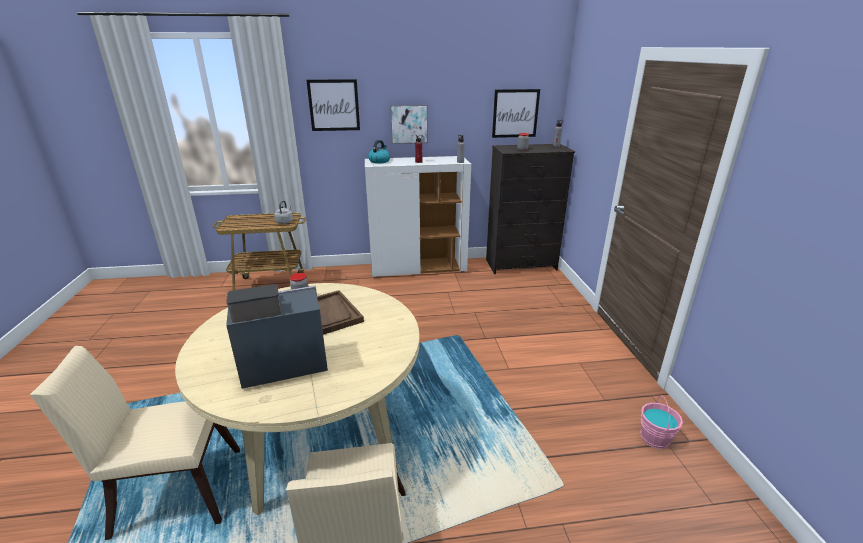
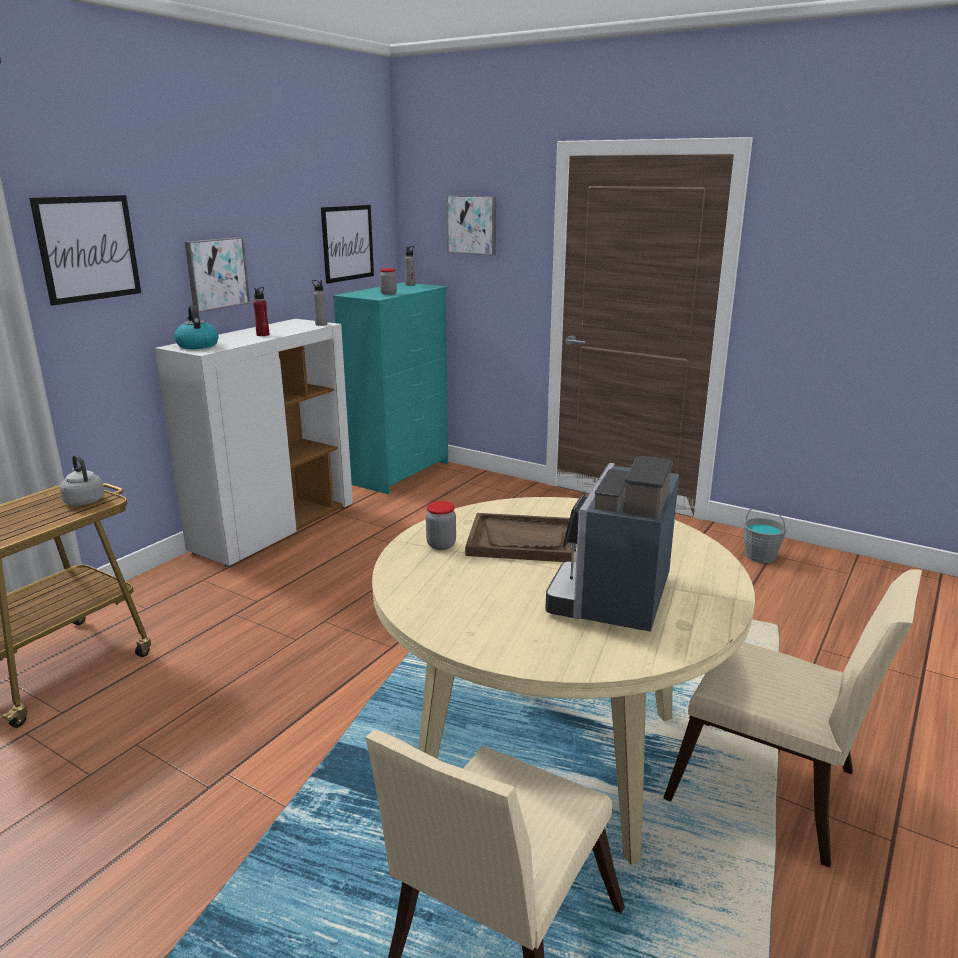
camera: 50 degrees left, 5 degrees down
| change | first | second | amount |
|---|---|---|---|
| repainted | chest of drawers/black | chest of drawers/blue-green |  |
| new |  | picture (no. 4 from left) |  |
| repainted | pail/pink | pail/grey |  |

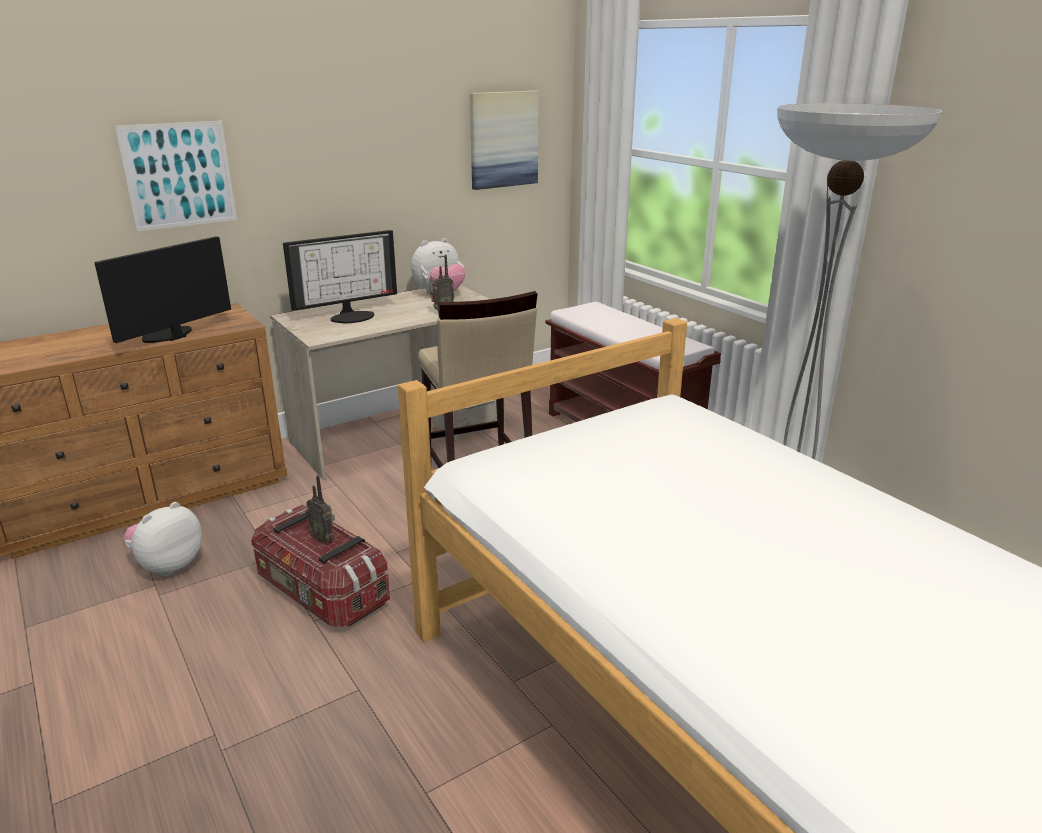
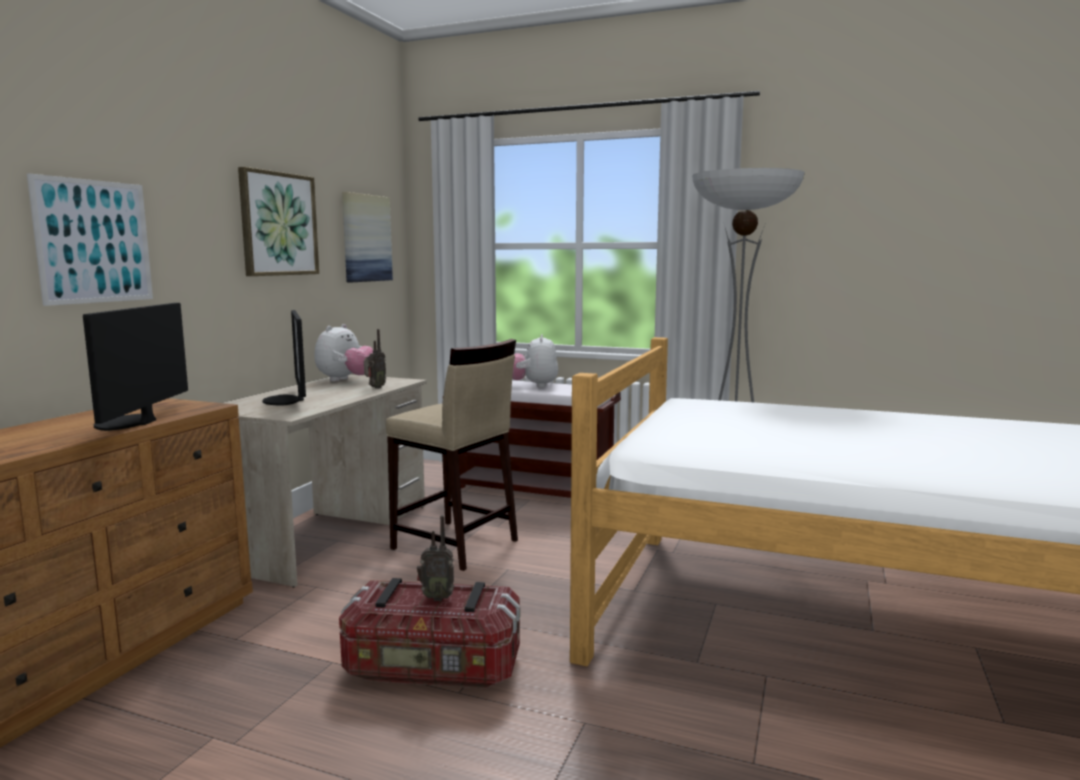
camera: 35 degrees left, 15 degrees down
| change | first | second | amount |
|---|---|---|---|
| new |  | picture (no. 2 from left) |  |
| rotated | computer display (no. 2 from left) |  | 135 degrees clockwise |
| shifted | soft toy (no. 1 from left in the first image) | soft toy (no. 2 from left) |  |

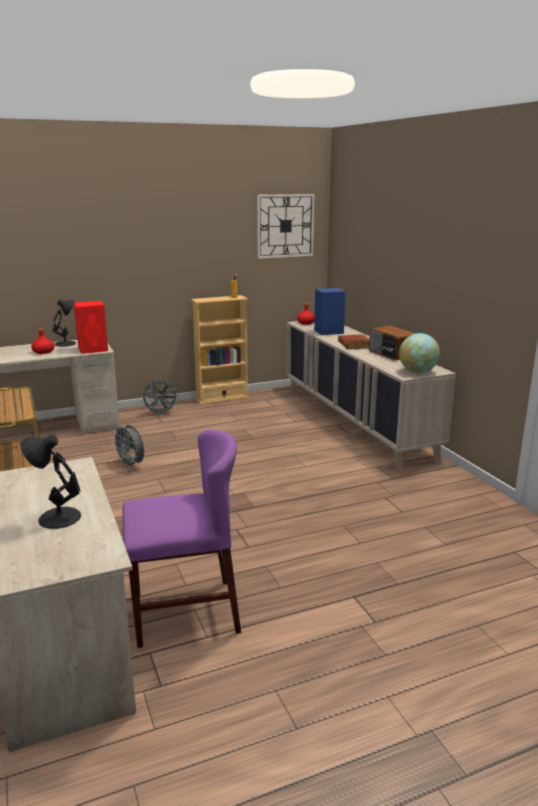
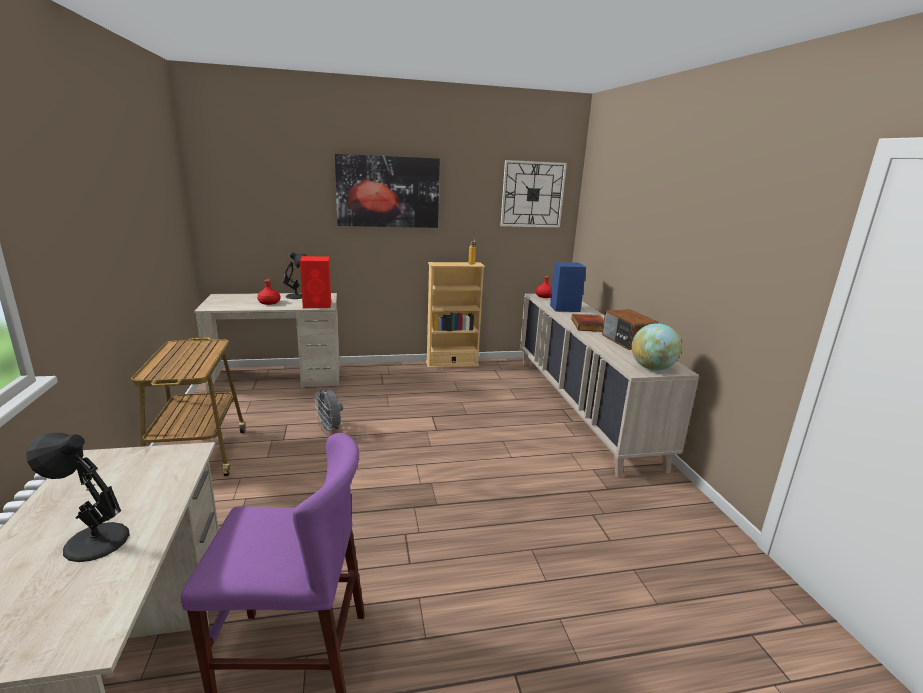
camera: 10 degrees right, 0 degrees up
| change | first | second | amount |
|---|---|---|---|
| new |  | picture |  |
| gone | electric fan/grey (no. 2 from left) |  |  |

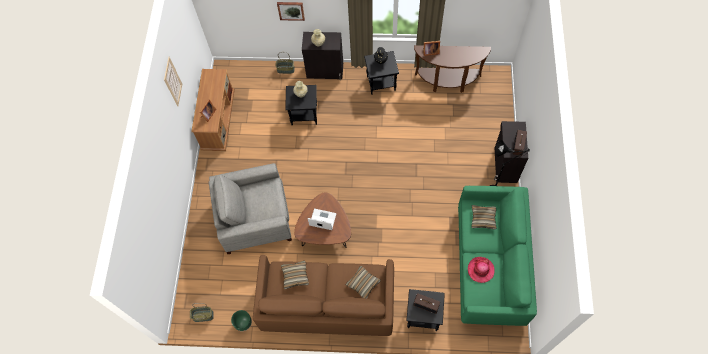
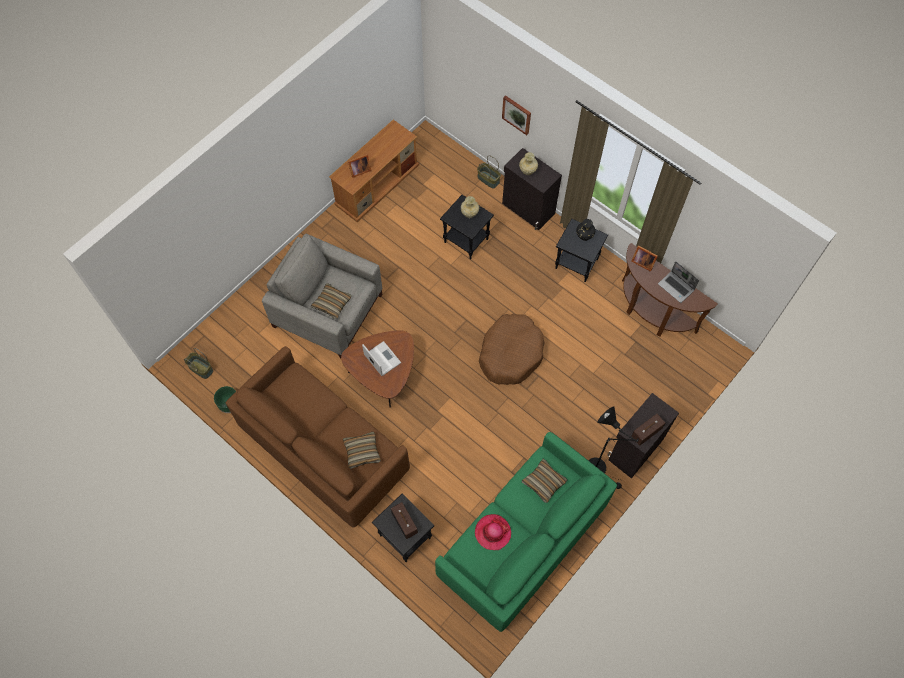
camera: 35 degrees right, 0 degrees up
| change | first | second | amount |
|---|---|---|---|
| shifted | pillow (no. 1 from left) |  |  |
| new |  | dog bed/brownish |  |
| new |  | laptop (no. 2 from left) |  |
| gone | picture (no. 1 from left) |  |  |

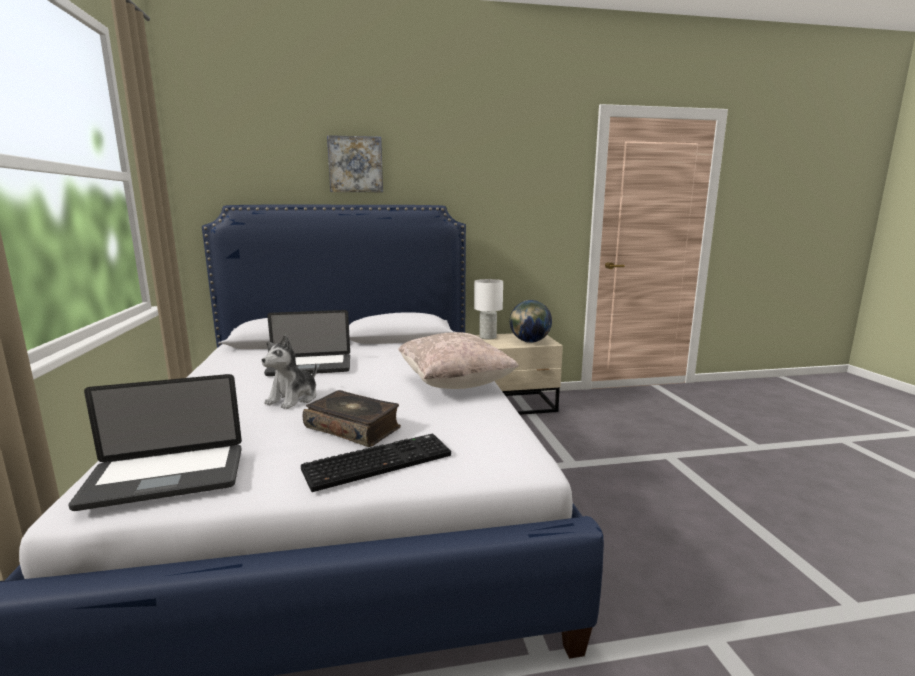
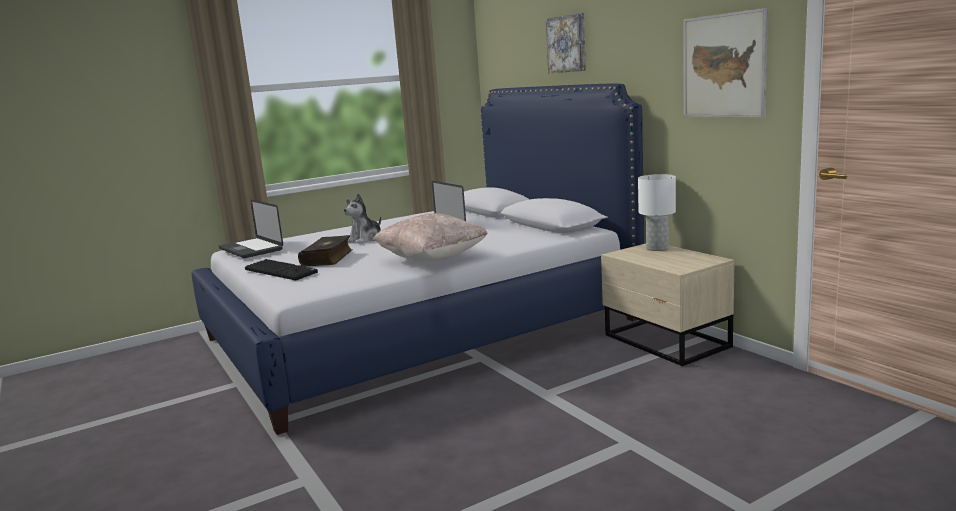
camera: 70 degrees right, 0 degrees up
| change | first | second | amount |
|---|---|---|---|
| rotated | soft toy |  | 60 degrees counterclockwise |
| new |  | picture (no. 2 from left) |  |
| gone | world globe |  |  |

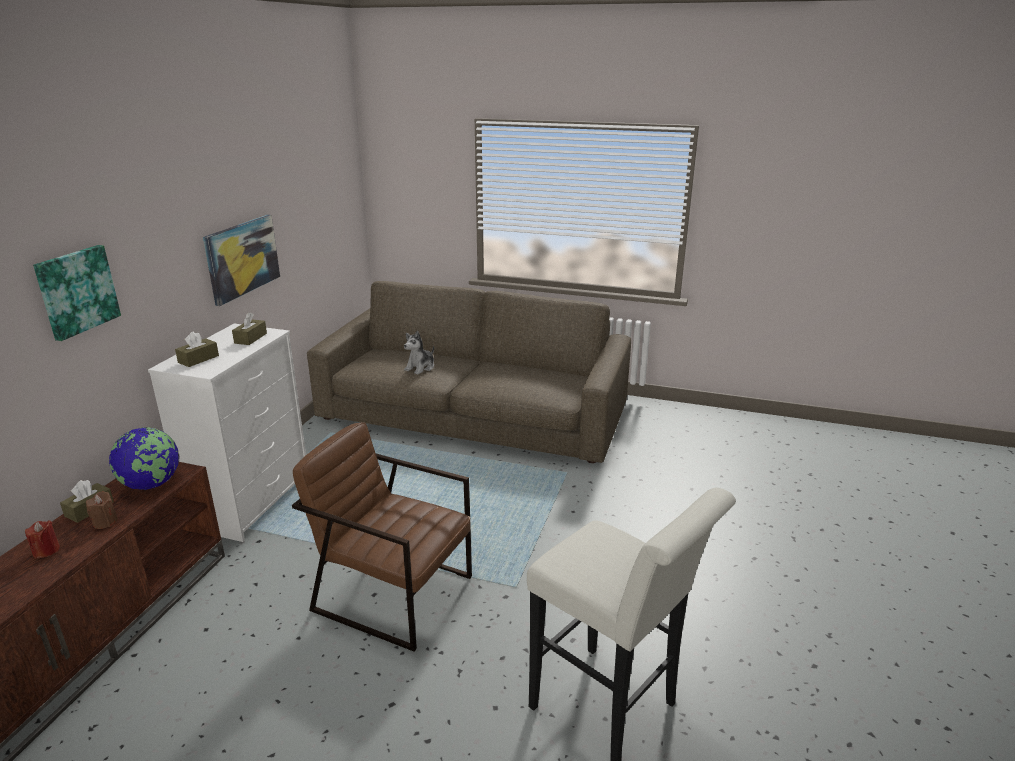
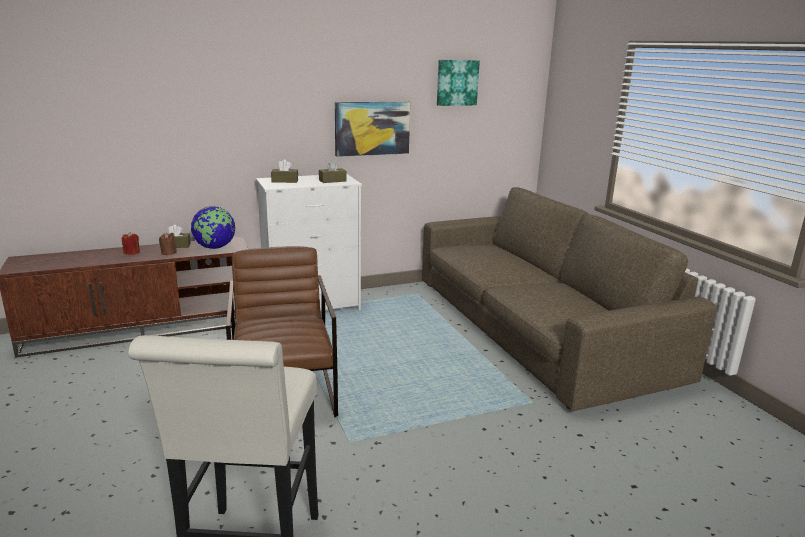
camera: 50 degrees right, 5 degrees down
| change | first | second | amount |
|---|---|---|---|
| shifted | picture (no. 1 from left in the first image) | picture (no. 2 from left) |  |
| gone | soft toy |  |  |

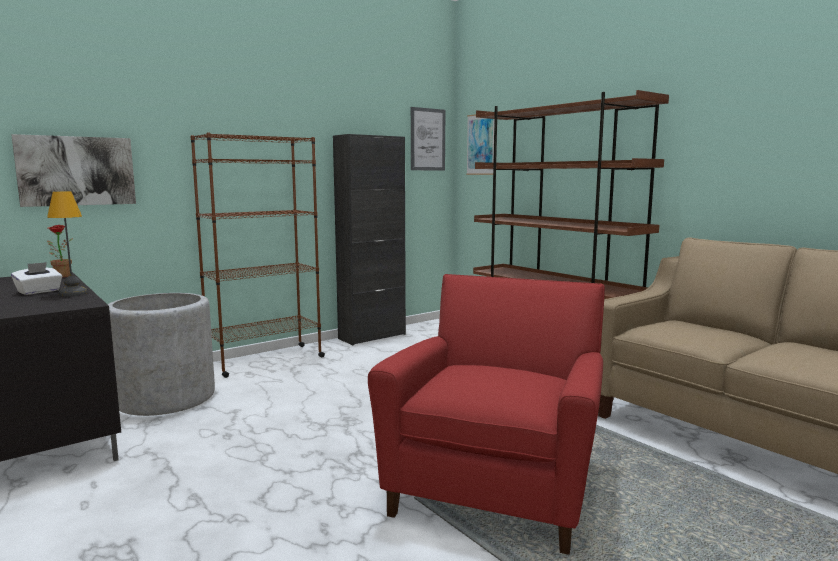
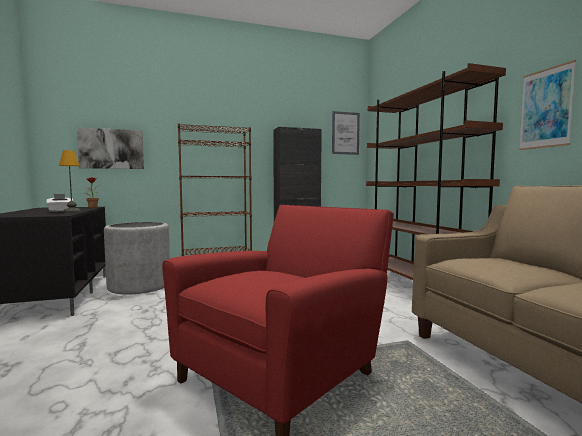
camera: 20 degrees right, 5 degrees down
| change | first | second | amount |
|---|---|---|---|
| shifted | picture (no. 3 from left) |  |  |

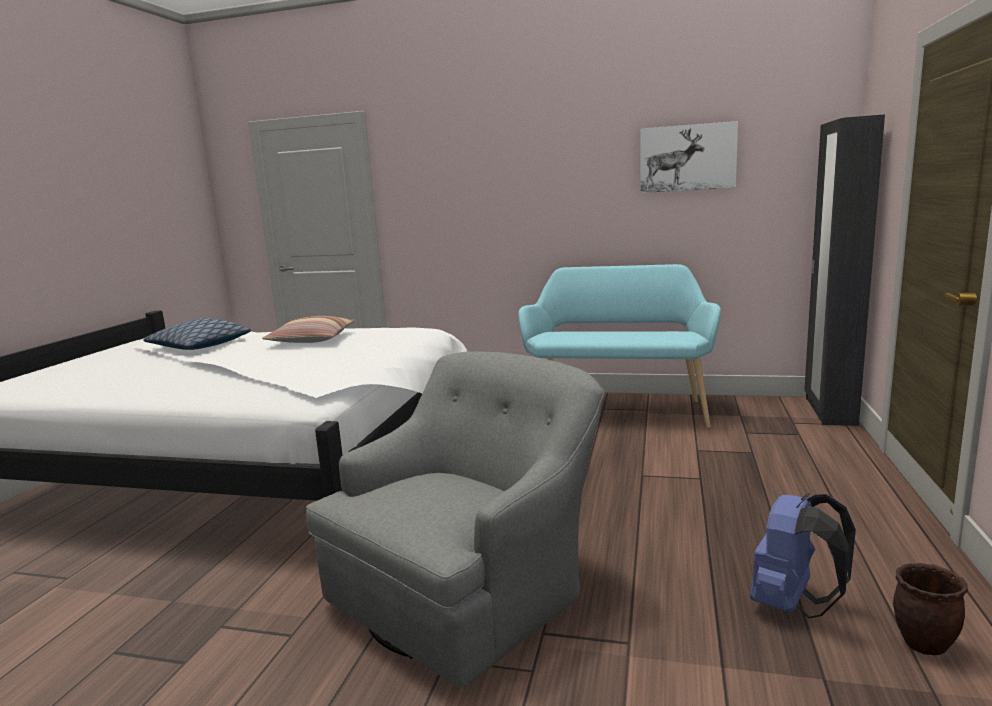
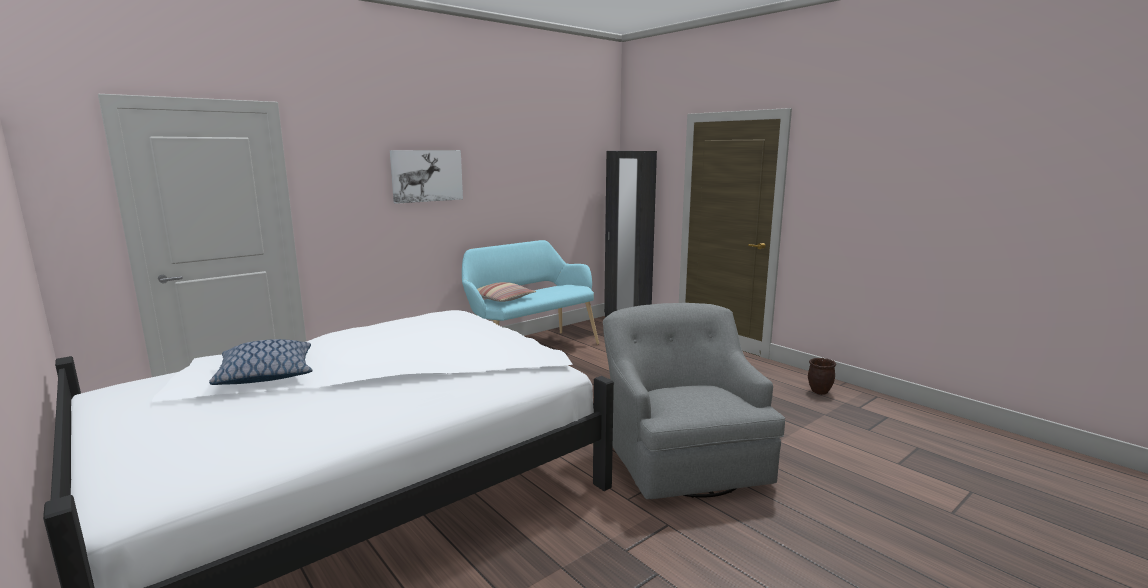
camera: 55 degrees left, 0 degrees up
| change | first | second | amount |
|---|---|---|---|
| shifted | picture |  |  |
| shifted | pillow (no. 2 from left) |  |  |
| gone | rucksack/blue |  |  |

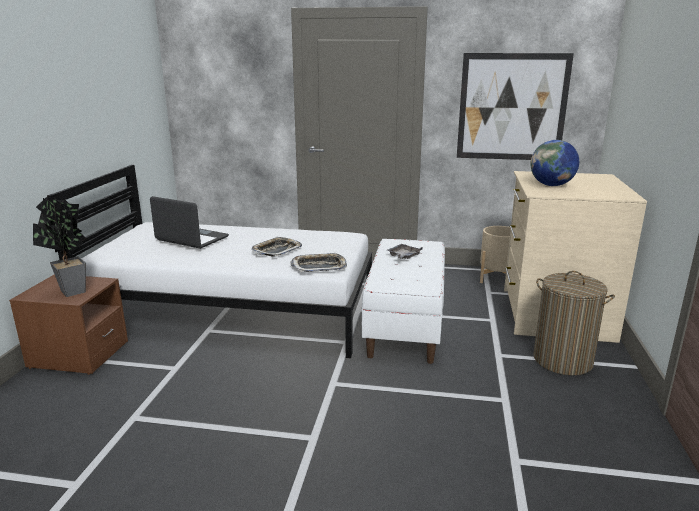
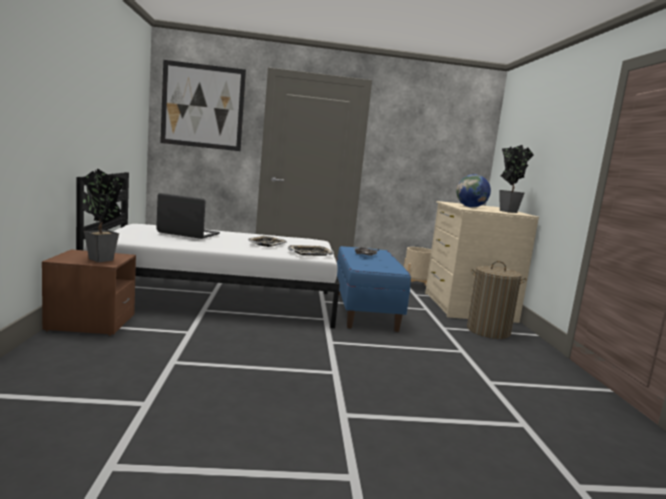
camera: 15 degrees left, 10 degrees down
| change | first | second | amount |
|---|---|---|---|
| shifted | picture |  |  |
| repainted | bench/white | bench/blue |  |
| new |  | potted plant (no. 2 from left) |  |

